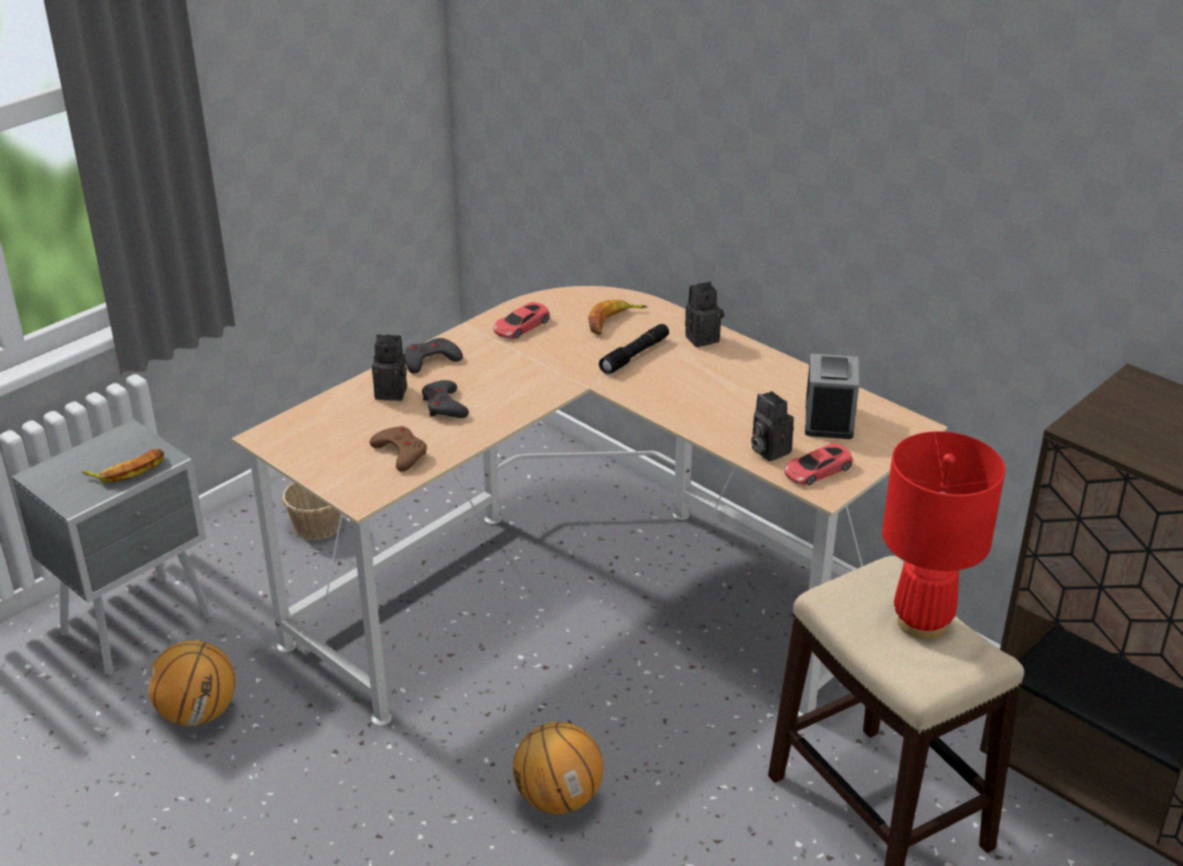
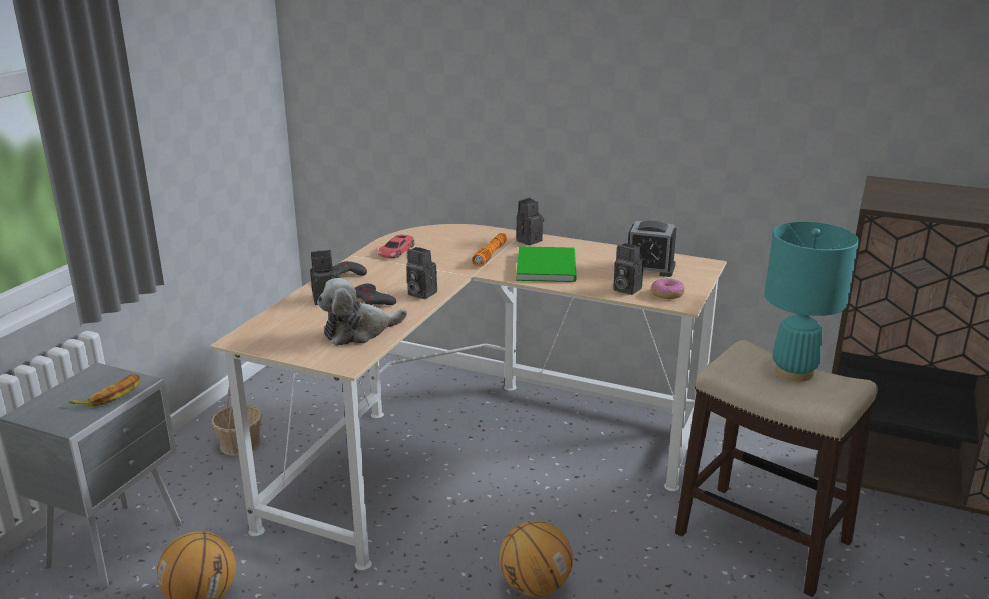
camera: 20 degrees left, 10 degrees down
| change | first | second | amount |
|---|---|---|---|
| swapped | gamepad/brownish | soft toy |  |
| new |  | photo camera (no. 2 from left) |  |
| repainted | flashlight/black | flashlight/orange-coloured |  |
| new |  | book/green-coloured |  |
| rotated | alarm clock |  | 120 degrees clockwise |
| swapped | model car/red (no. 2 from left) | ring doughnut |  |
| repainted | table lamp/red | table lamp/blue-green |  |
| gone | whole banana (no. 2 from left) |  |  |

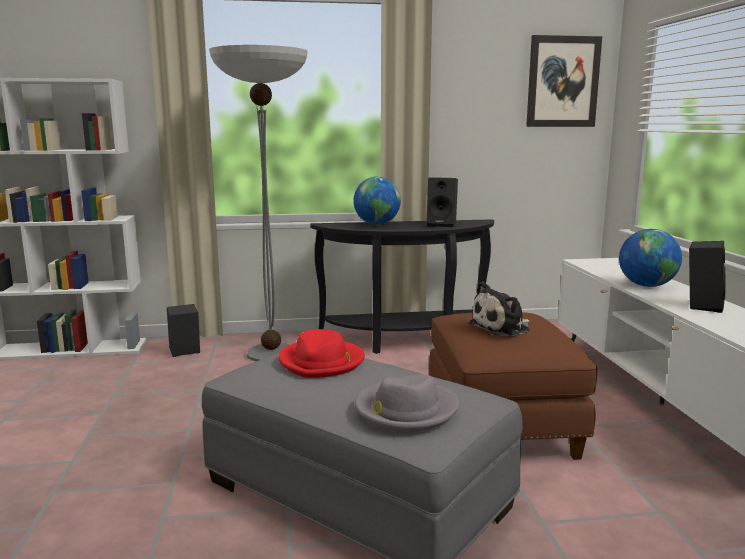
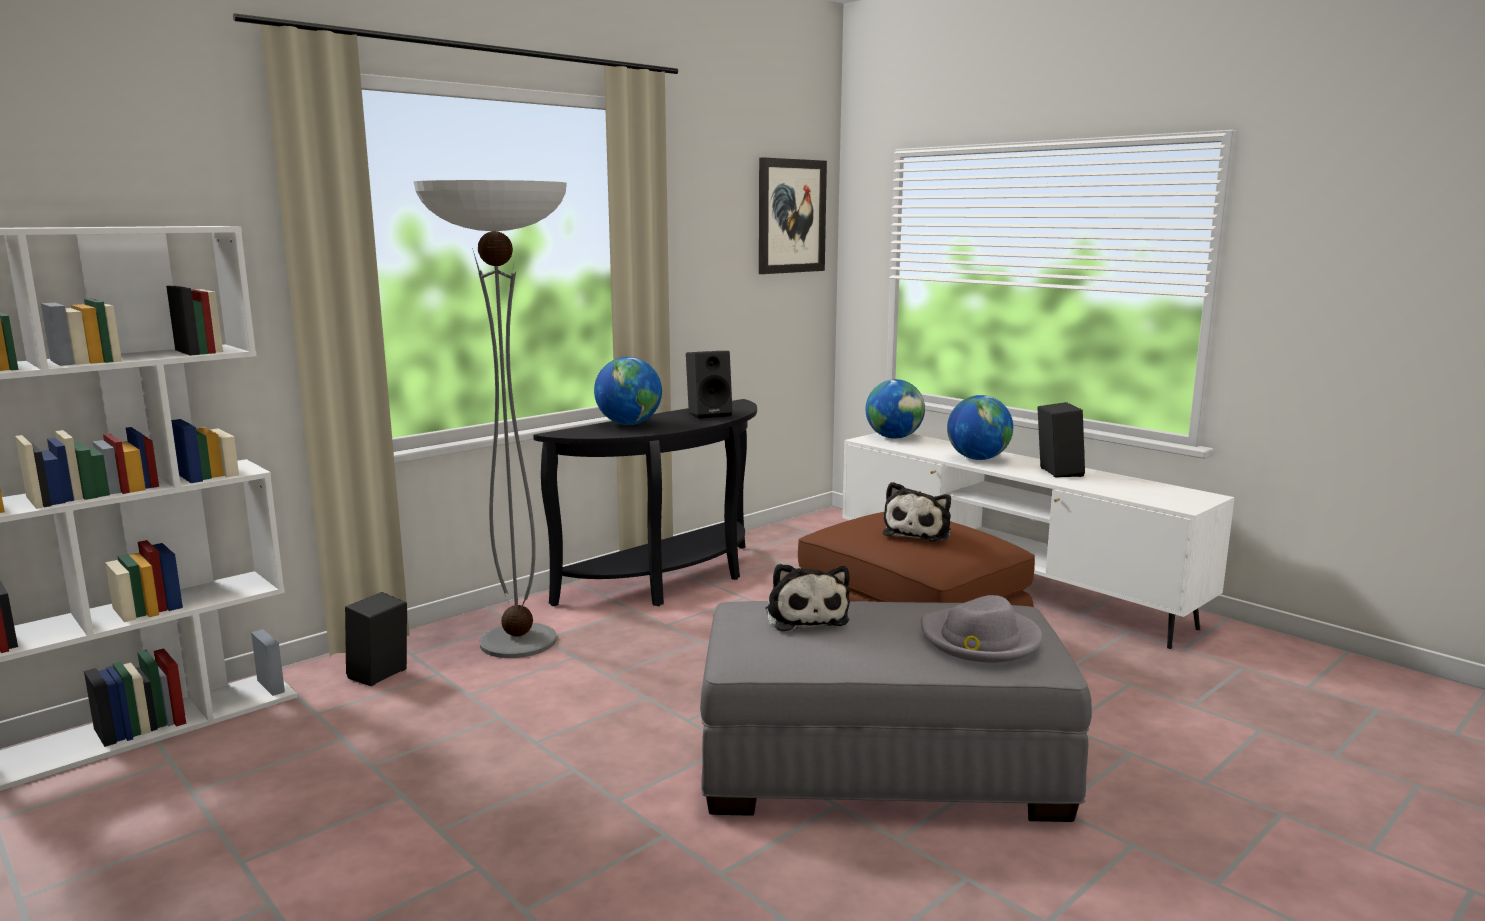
camera: 35 degrees left, 0 degrees up
| change | first | second | amount |
|---|---|---|---|
| swapped | hat/red | soft toy (no. 1 from left) |  |
| new |  | world globe (no. 2 from left) |  |

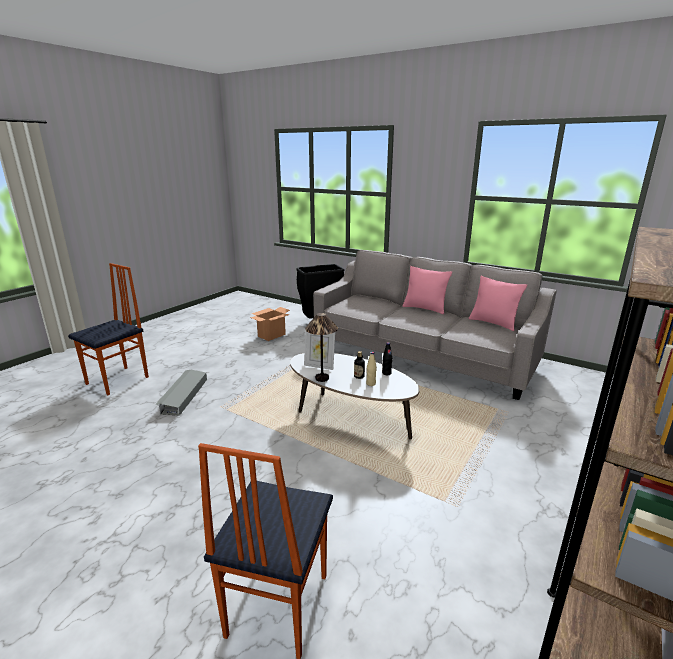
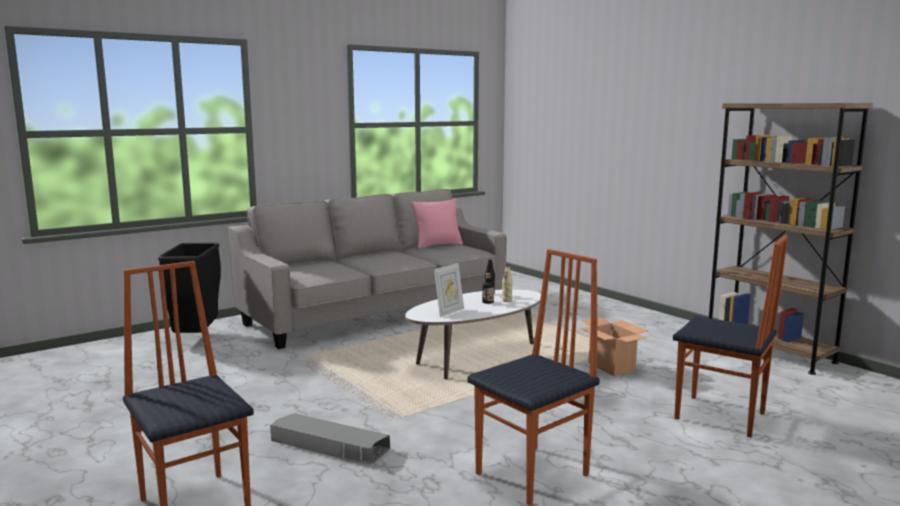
camera: 70 degrees left, 10 degrees down
| change | first | second | amount |
|---|---|---|---|
| new |  | upright chair (no. 2 from left) |  |
| shifted | carton |  |  |
| gone | table lamp |  |  |
| gone | pillow/pink (no. 1 from left) |  |  |

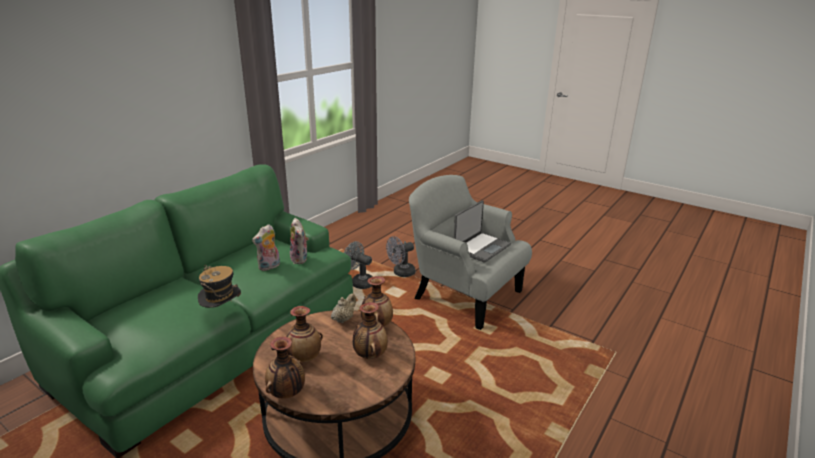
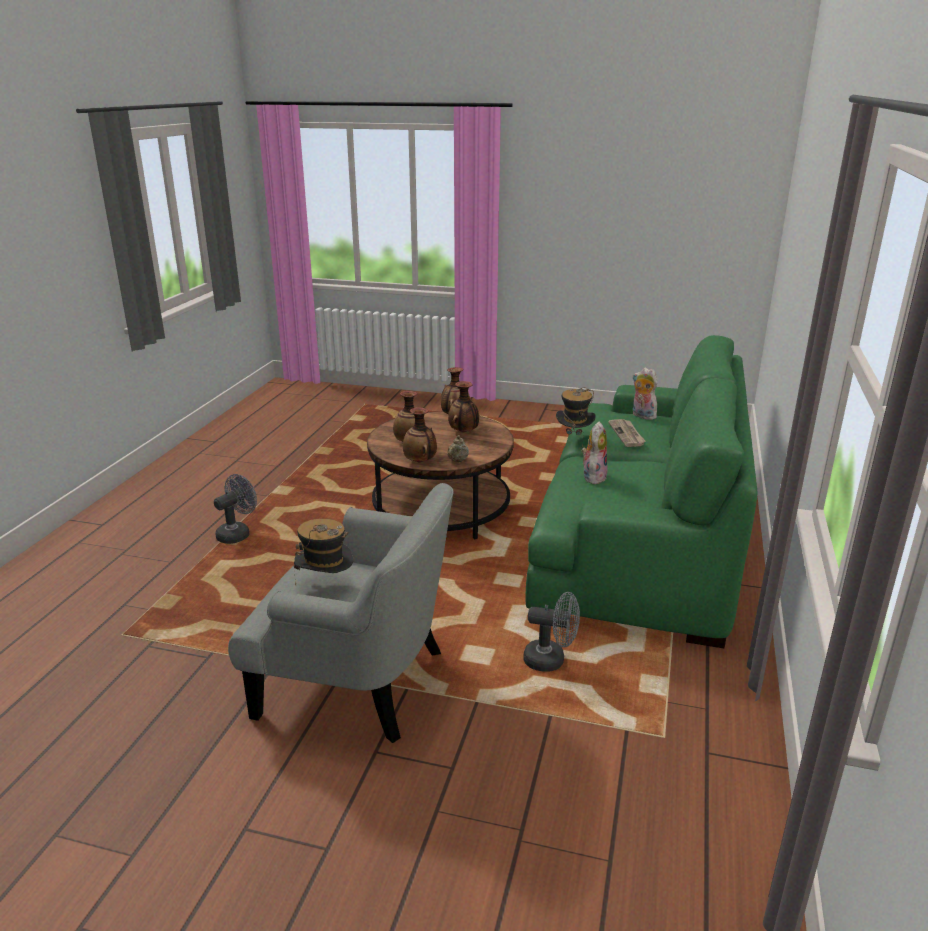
camera: 160 degrees right, 0 degrees up
| change | first | second | amount |
|---|---|---|---|
| shifted | electric fan/grey (no. 2 from left in the first image) | electric fan/grey (no. 1 from left) |  |
| swapped | laptop | hat (no. 1 from left) |  |
| new |  | newspaper |  |
| shifted | soft toy (no. 2 from left) |  |  |

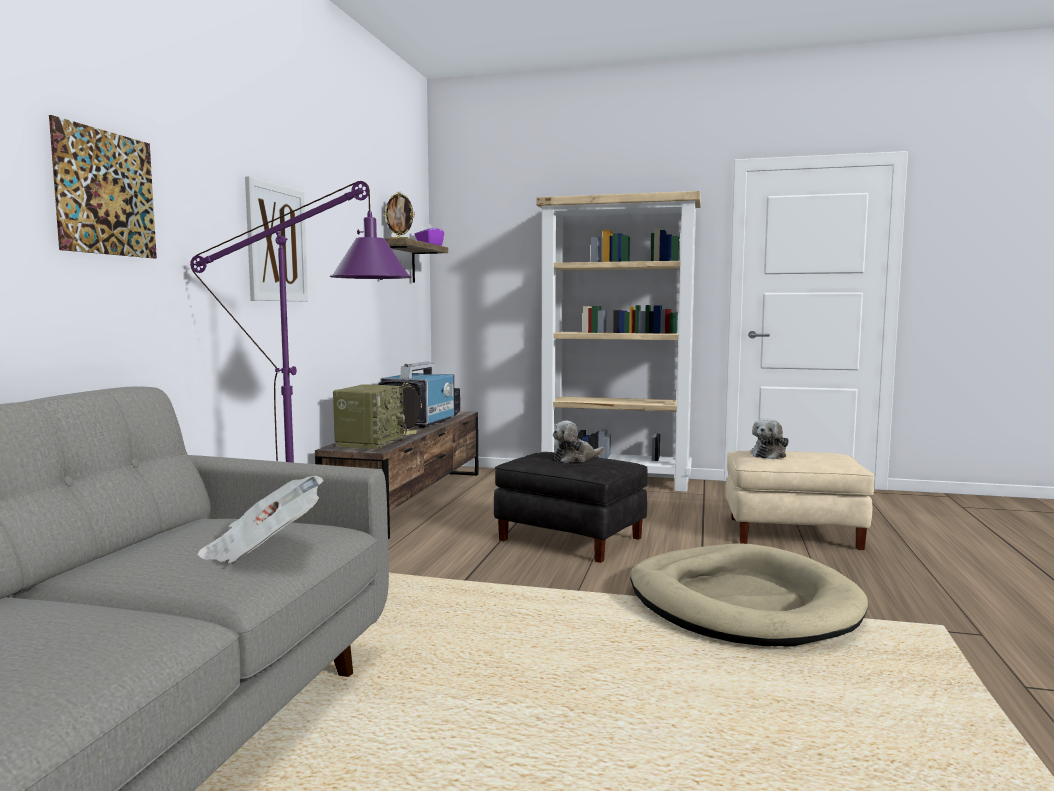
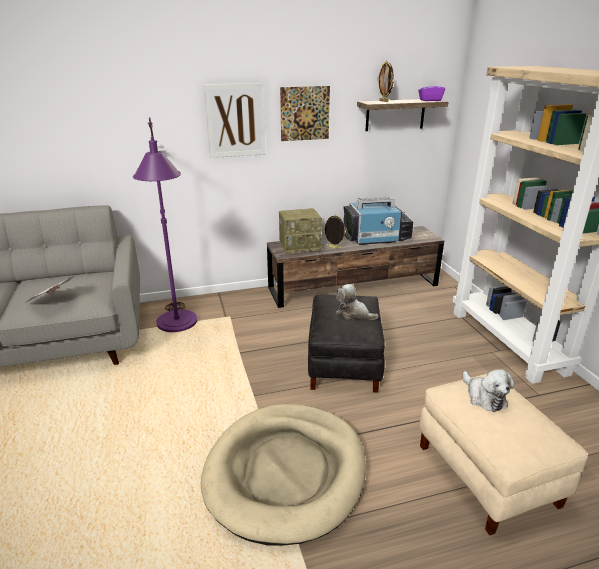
camera: 60 degrees right, 20 degrees up
| change | first | second | amount |
|---|---|---|---|
| shifted | picture (no. 1 from left in the first image) | picture (no. 2 from left) |  |
| rotated | soft toy (no. 2 from left) |  | 120 degrees counterclockwise |

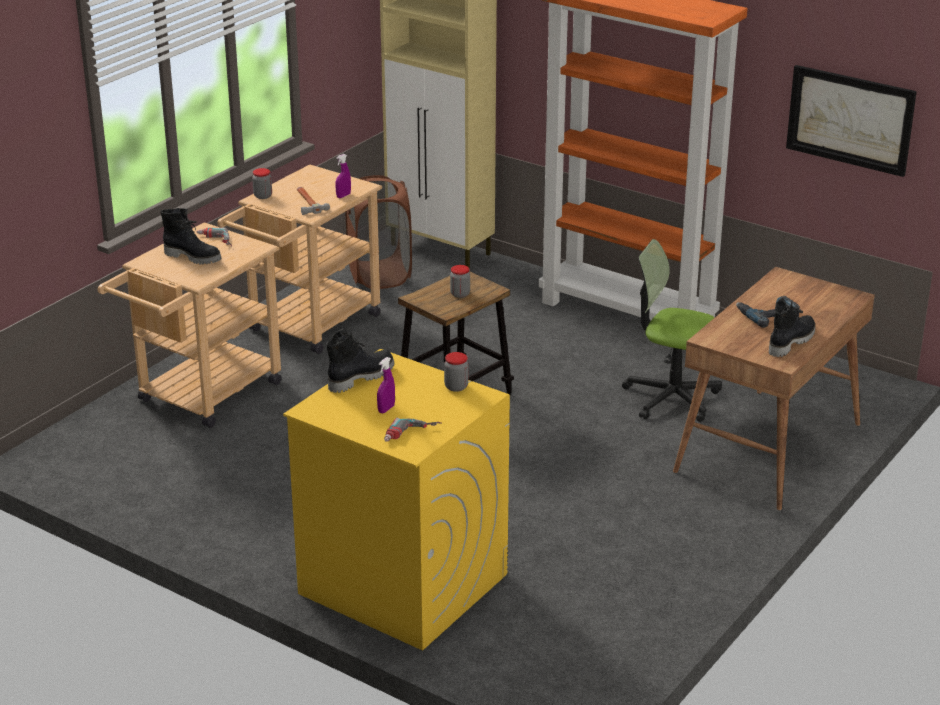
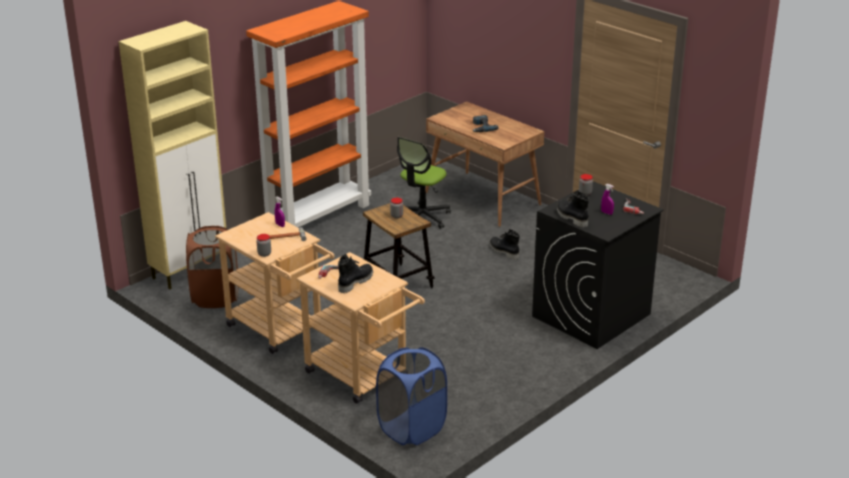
camera: 80 degrees left, 0 degrees up
| change | first | second | amount |
|---|---|---|---|
| new |  | laundry basket/blue |  |
| shifted | high-top boot/black (no. 3 from left in the first image) | high-top boot/black (no. 2 from left) |  |
| repainted | laundry machine/yellow-coloured | laundry machine/black |  |
| gone | picture |  |  |

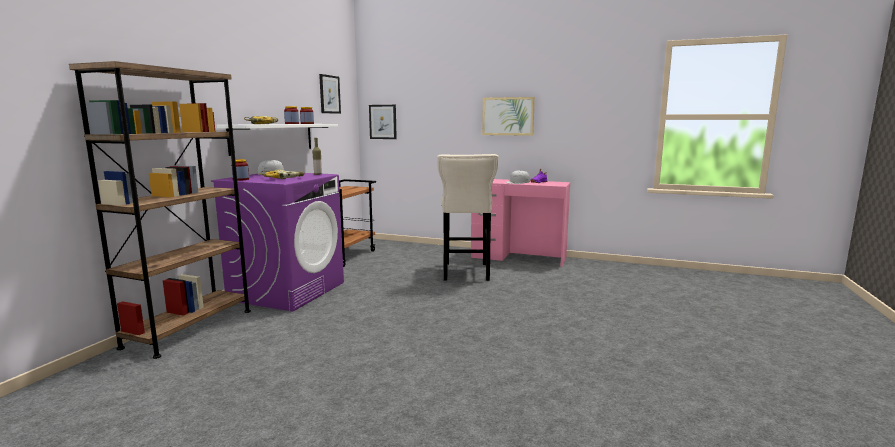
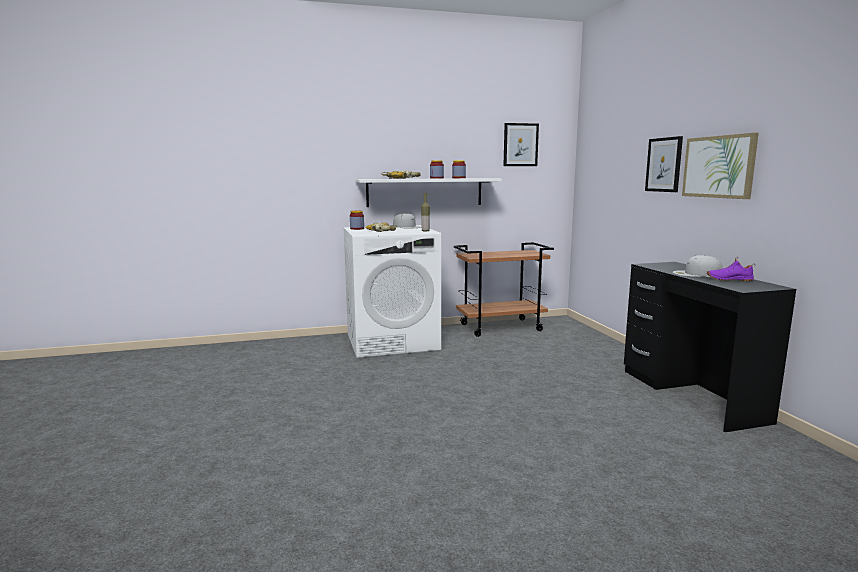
camera: 55 degrees right, 0 degrees up
| change | first | second | amount |
|---|---|---|---|
| repainted | laundry machine/purplish | laundry machine/white |  |
| repainted | desk unit/pink | desk unit/black |  |
| shifted | picture (no. 2 from left) |  |  |
| gone | bookcase/brownish |  |  |
| gone | stool/beige |  |  |

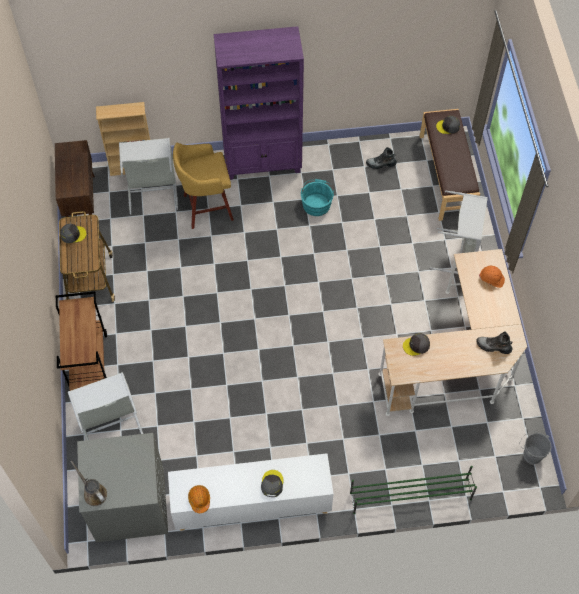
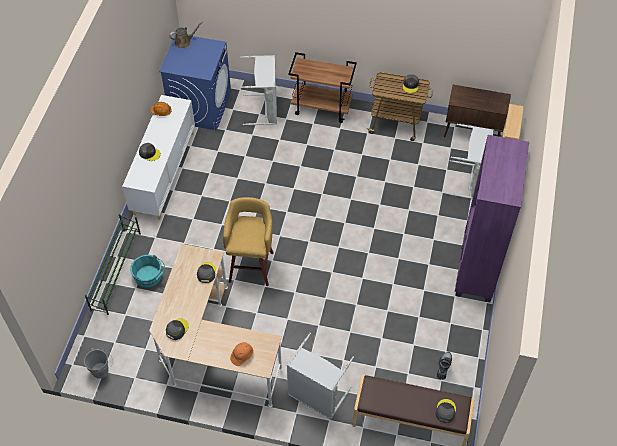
camera: 110 degrees right, 5 degrees down
| change | first | second | amount |
|---|---|---|---|
| shifted | pail/blue-green |  |  |
| repainted | laundry machine/grey | laundry machine/blue |  |
| swapped | high-top boot (no. 2 from left) | peaked cap/grey (no. 2 from left) |  |
| shifted | stool/yellow-coloured |  |  |

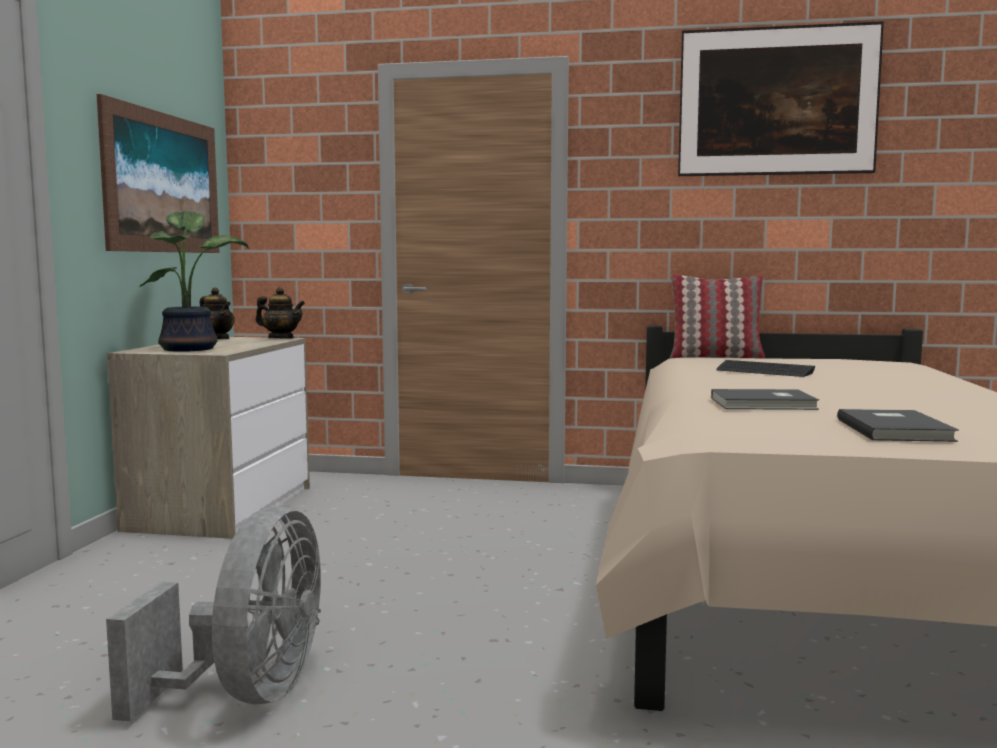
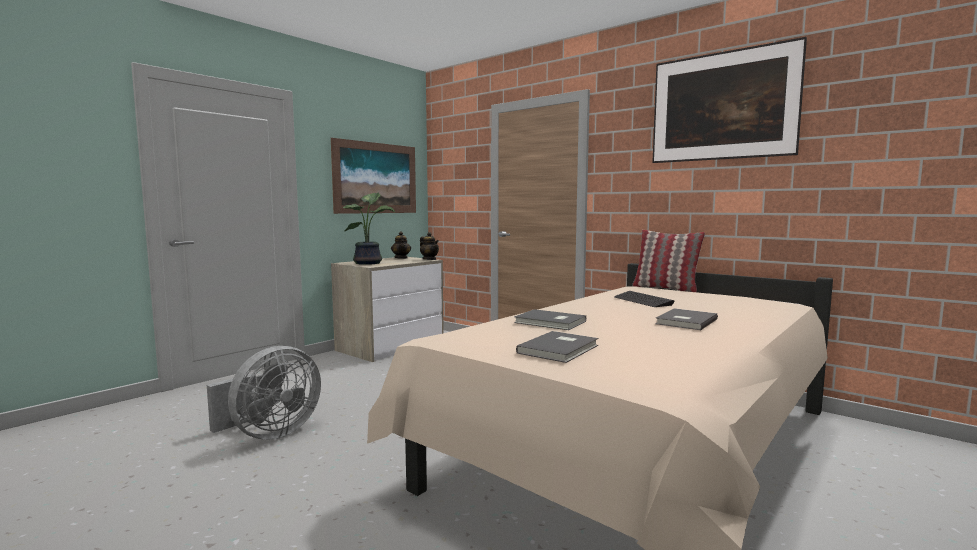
camera: 30 degrees right, 0 degrees up
| change | first | second | amount |
|---|---|---|---|
| new |  | book/grey (no. 3 from left) |  |

